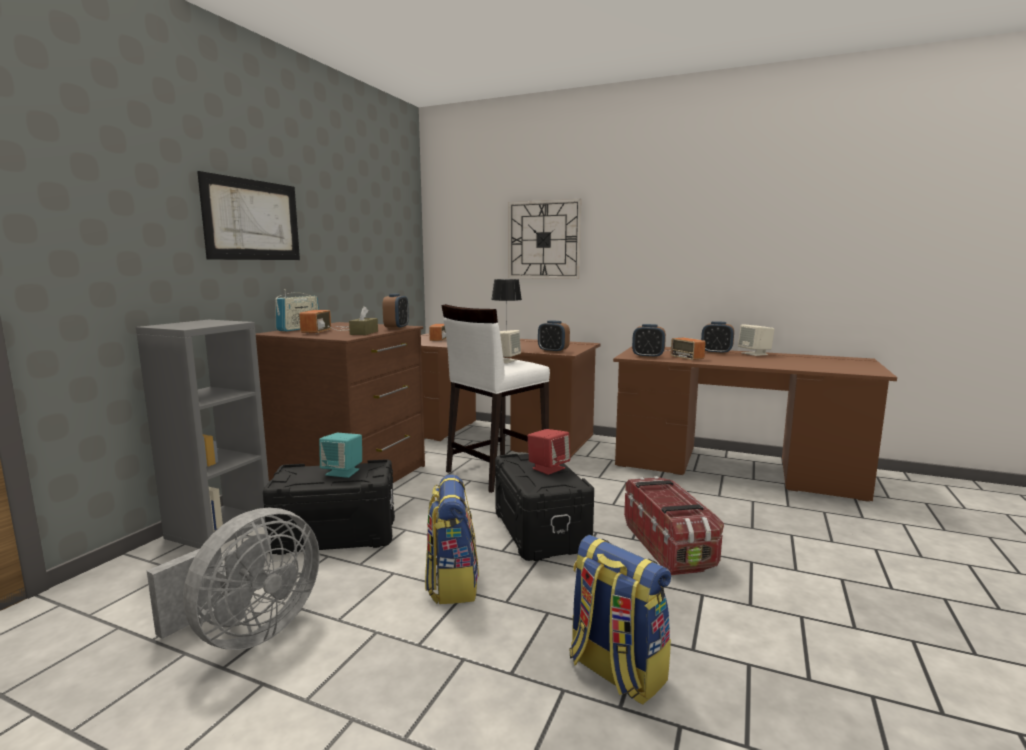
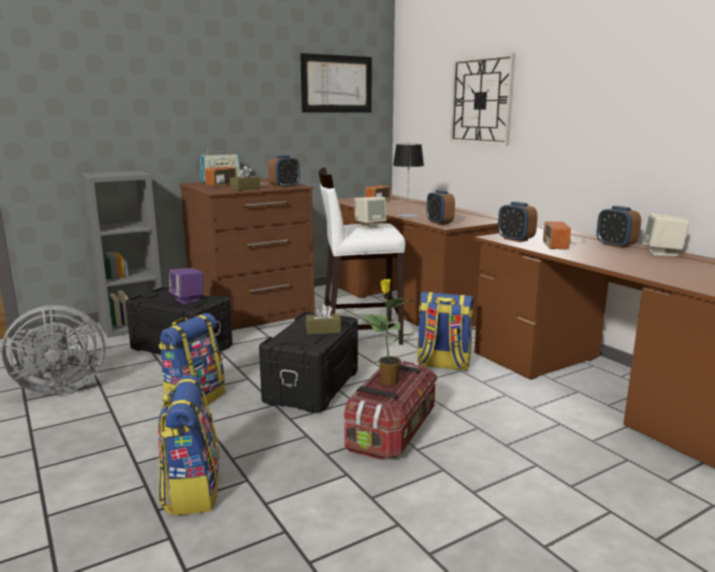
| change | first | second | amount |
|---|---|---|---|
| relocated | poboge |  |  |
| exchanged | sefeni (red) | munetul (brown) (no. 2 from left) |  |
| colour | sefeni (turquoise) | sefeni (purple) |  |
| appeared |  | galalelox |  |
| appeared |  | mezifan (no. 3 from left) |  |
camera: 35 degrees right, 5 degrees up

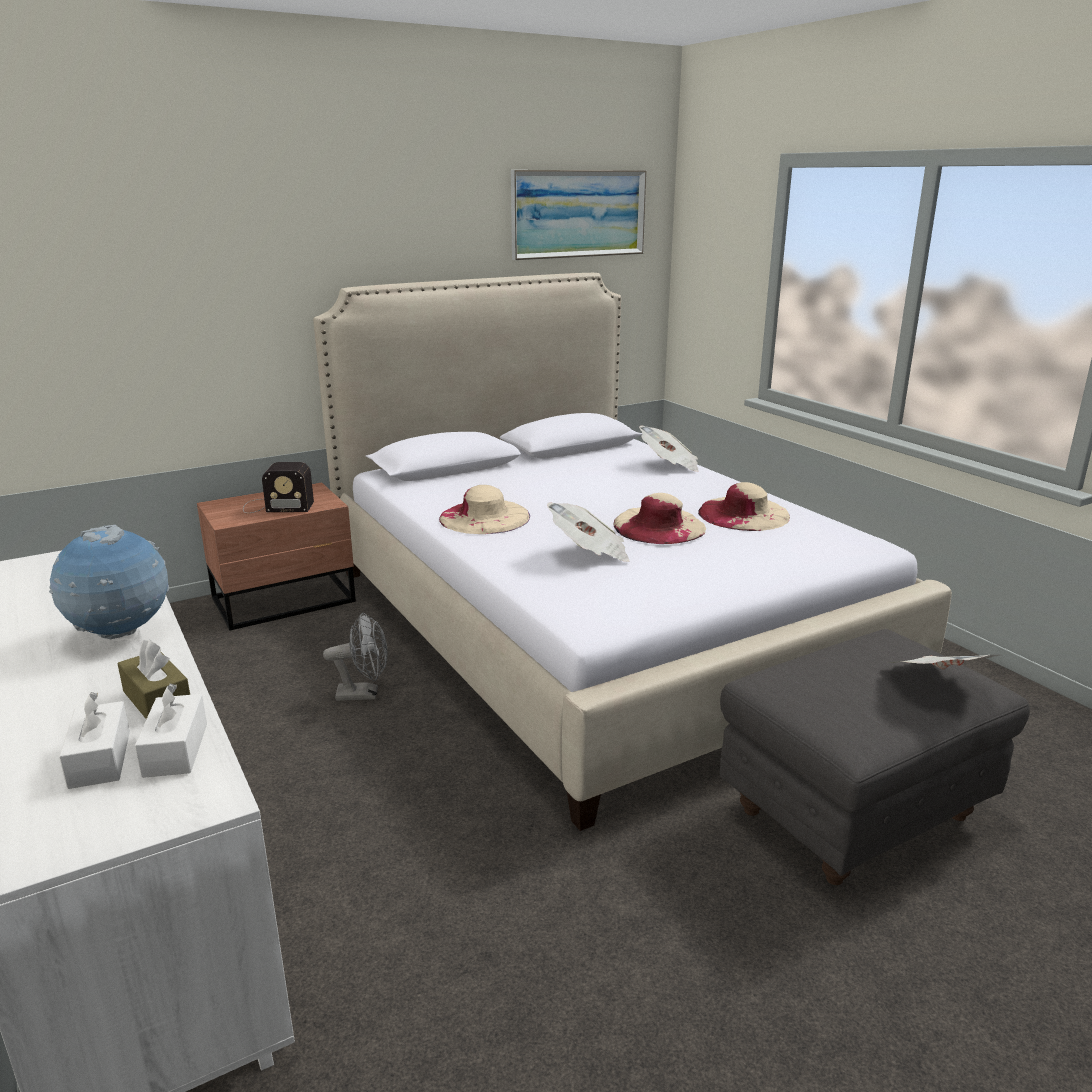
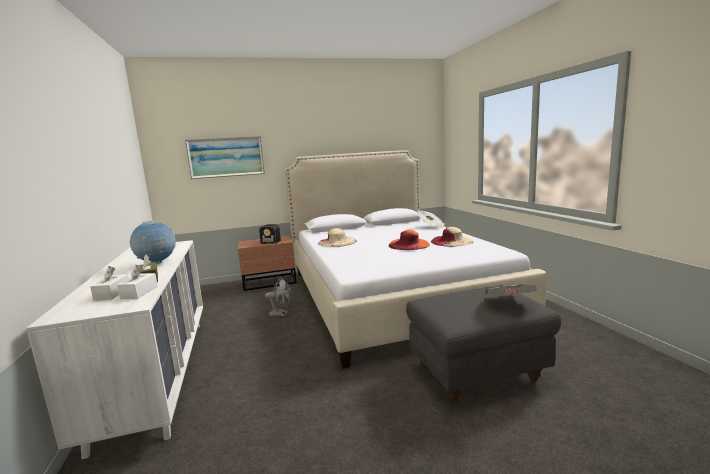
| change | first | second | amount |
|---|---|---|---|
| relocated | poboge |  |  |
| colour | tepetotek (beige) (no. 2 from left) | tepetotek (orange) |  |
| missing | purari (no. 1 from left) |  |  |
camera: 15 degrees right, 10 degrees down

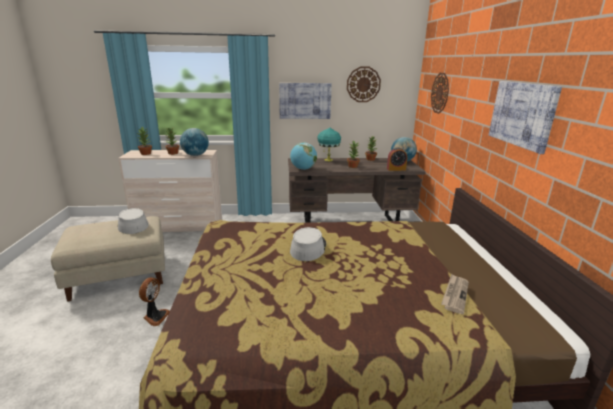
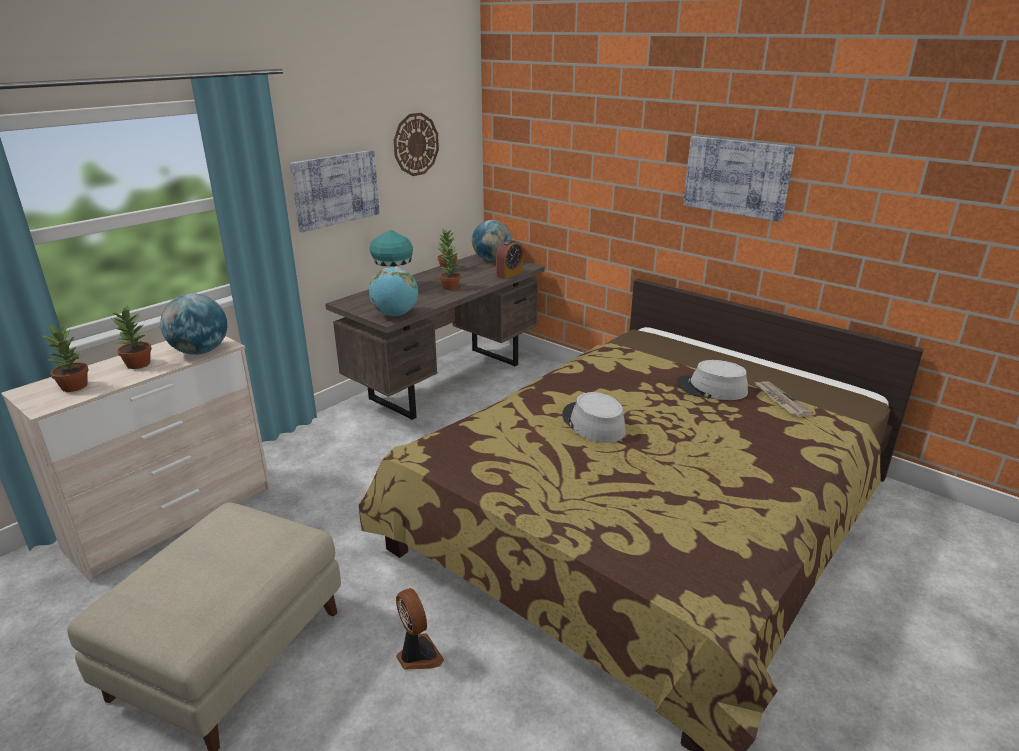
| change | first | second | amount |
|---|---|---|---|
| missing | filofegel (no. 2 from left) |  |  |
| relocated | tepetotek (grey) (no. 1 from left in the first image) | tepetotek (grey) (no. 2 from left) |  |
camera: 45 degrees left, 5 degrees up

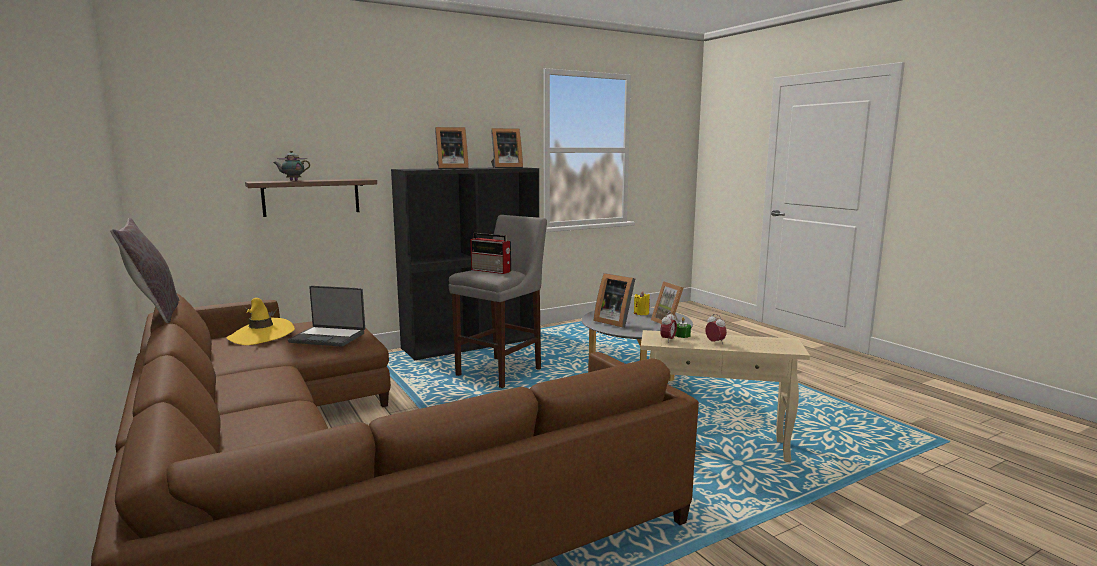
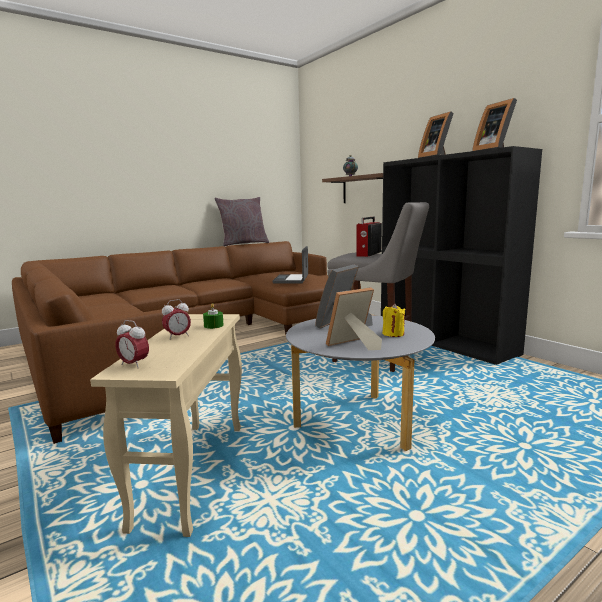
| change | first | second | amount |
|---|---|---|---|
| missing | tepetotek (yellow) |  |  |
| relocated | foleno (no. 1 from left) |  |  |
camera: 85 degrees right, 0 degrees up

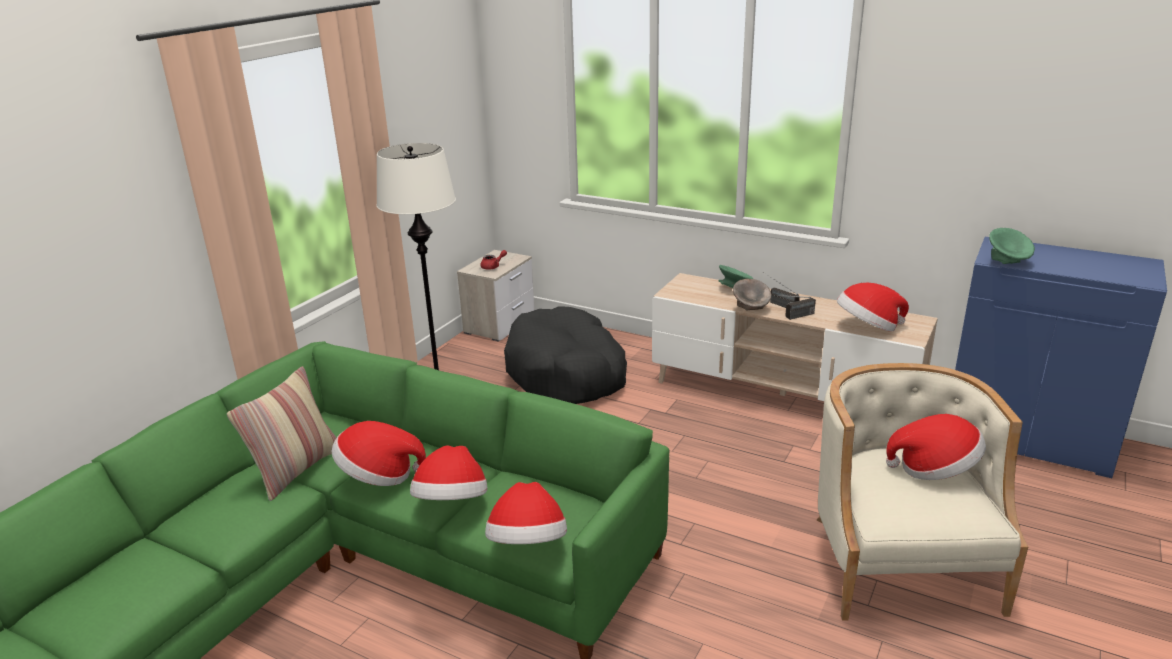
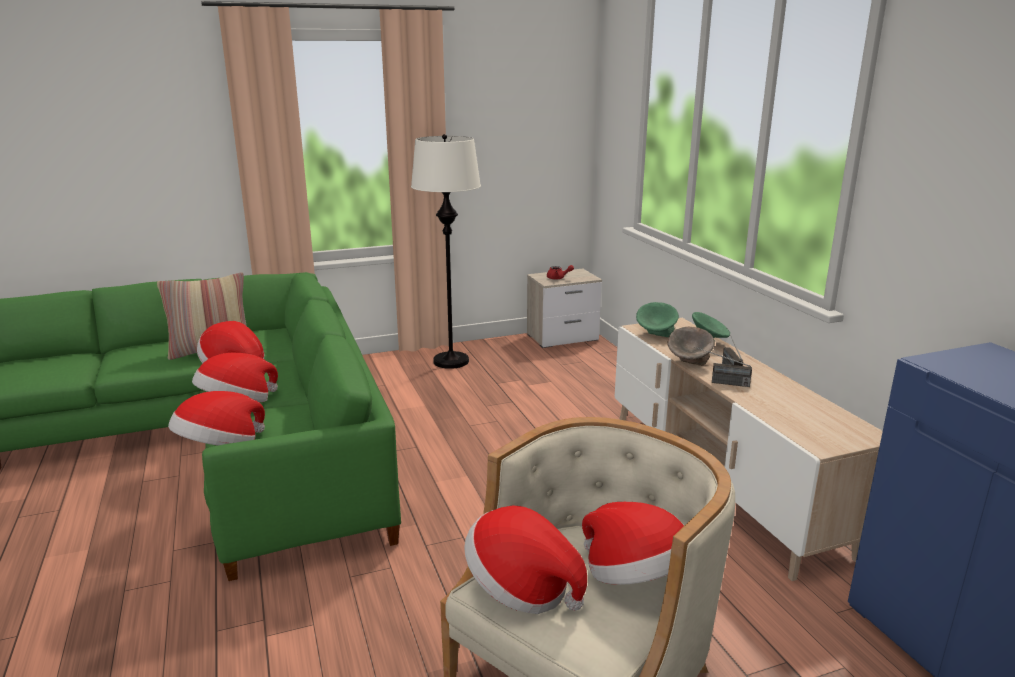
| change | first | second | amount |
|---|---|---|---|
| relocated | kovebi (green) (no. 2 from left in the first image) | kovebi (green) (no. 1 from left) |  |
| relocated | tepetotek (no. 4 from left) |  |  |
| missing | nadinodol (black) |  |  |
camera: 40 degrees right, 5 degrees down

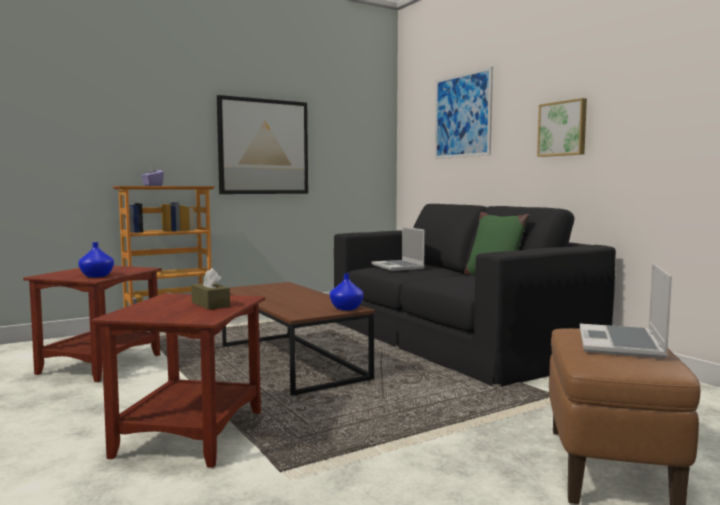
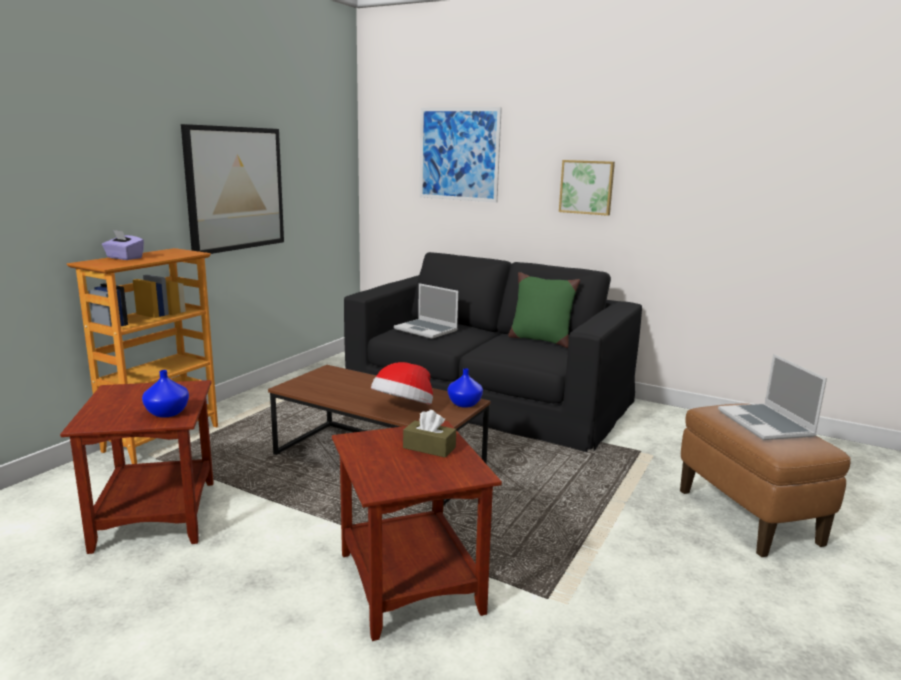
| change | first | second | amount |
|---|---|---|---|
| appeared |  | tepetotek |  |
camera: 30 degrees left, 10 degrees up

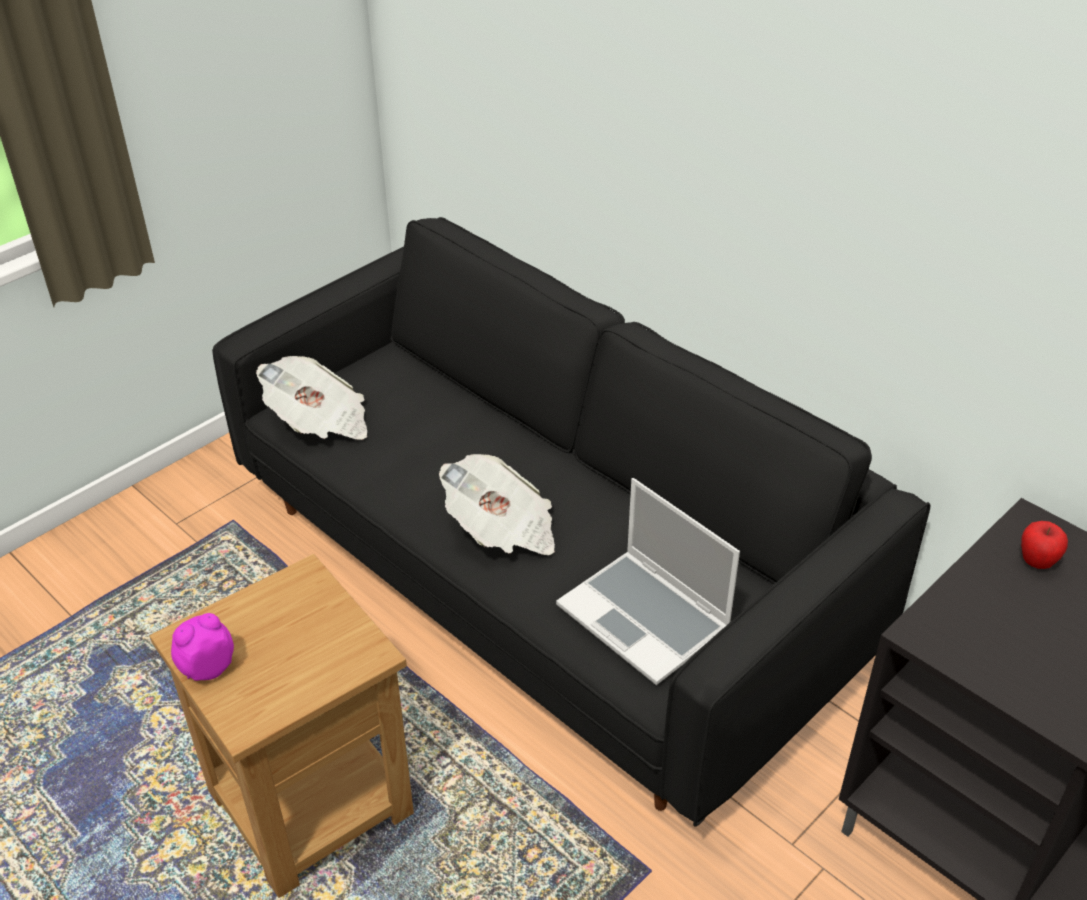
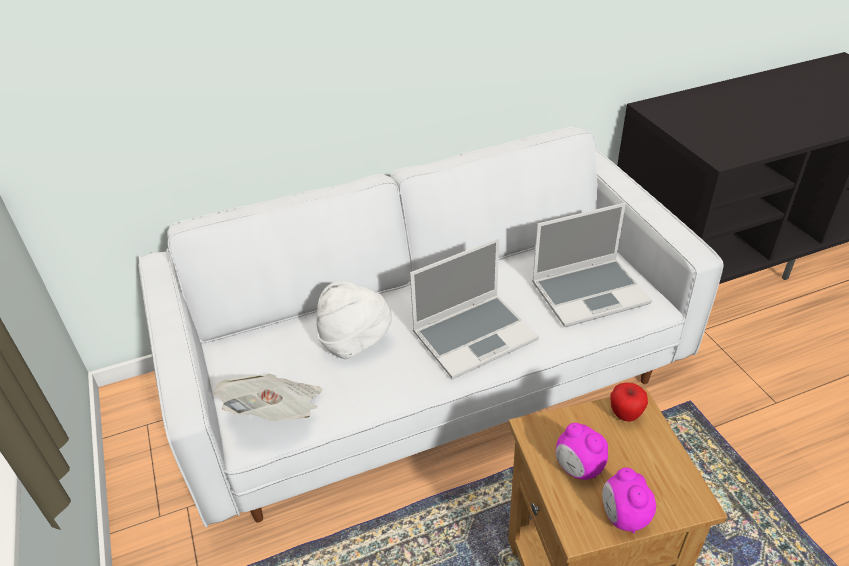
| change | first | second | amount |
|---|---|---|---|
| colour | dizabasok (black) | dizabasok (white) |  |
| exchanged | purari (no. 2 from left) | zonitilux (no. 1 from left) |  |
| relocated | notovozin |  |  |
| appeared |  | tepetotek (white) |  |
| appeared |  | foleno (no. 1 from left) |  |
camera: 65 degrees left, 0 degrees up

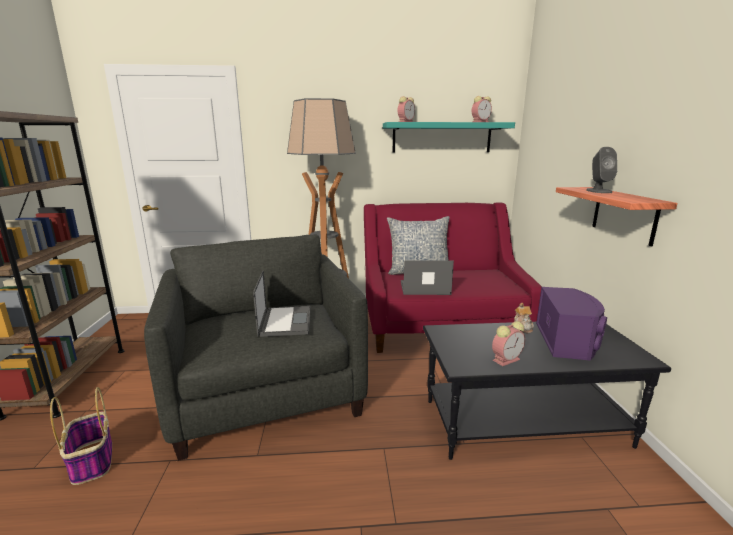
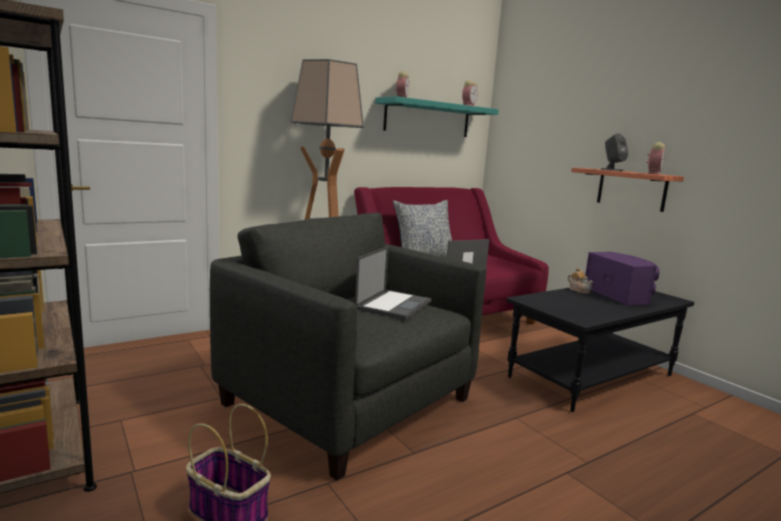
| change | first | second | amount |
|---|---|---|---|
| spun | zonitilux (no. 1 from left) |  | 60 degrees clockwise |
| relocated | foleno (no. 3 from left) |  |  |
camera: 30 degrees left, 5 degrees down

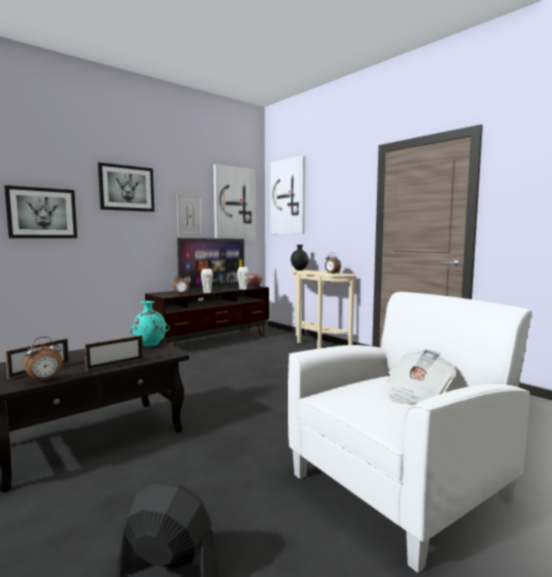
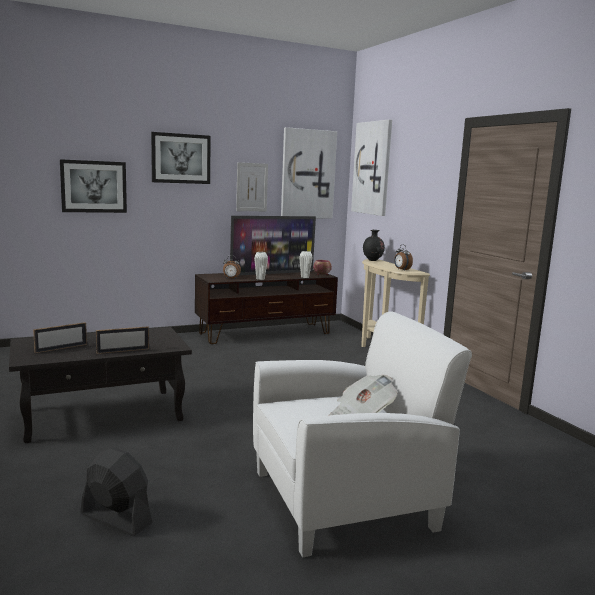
| change | first | second | amount |
|---|---|---|---|
| missing | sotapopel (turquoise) |  |  |
| missing | foleno (no. 1 from left) |  |  |
camera: 15 degrees right, 5 degrees up

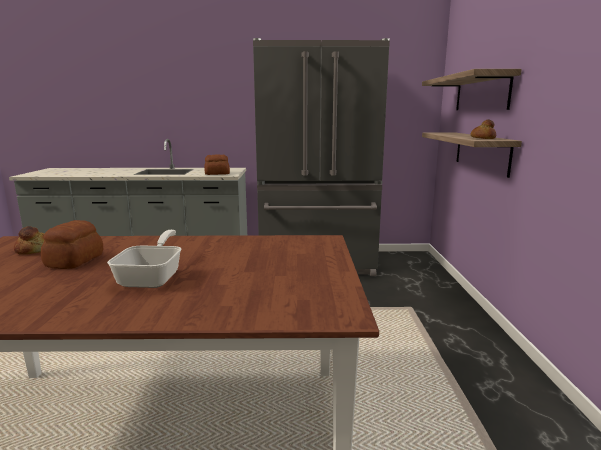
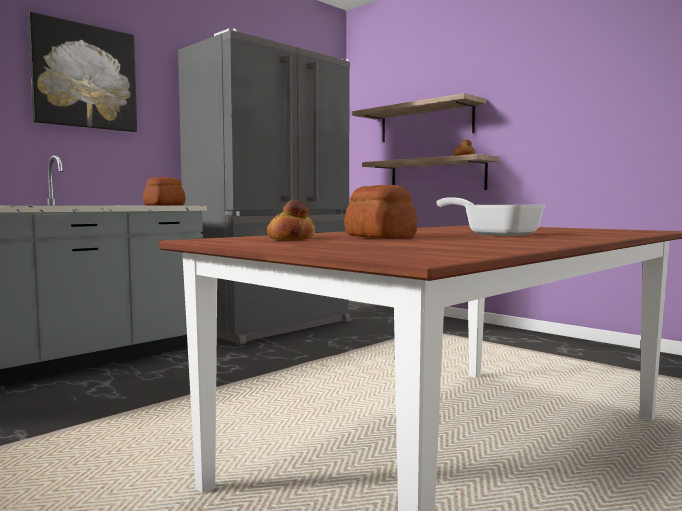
| change | first | second | amount |
|---|---|---|---|
| appeared |  | poboge |  |
camera: 45 degrees left, 10 degrees down

